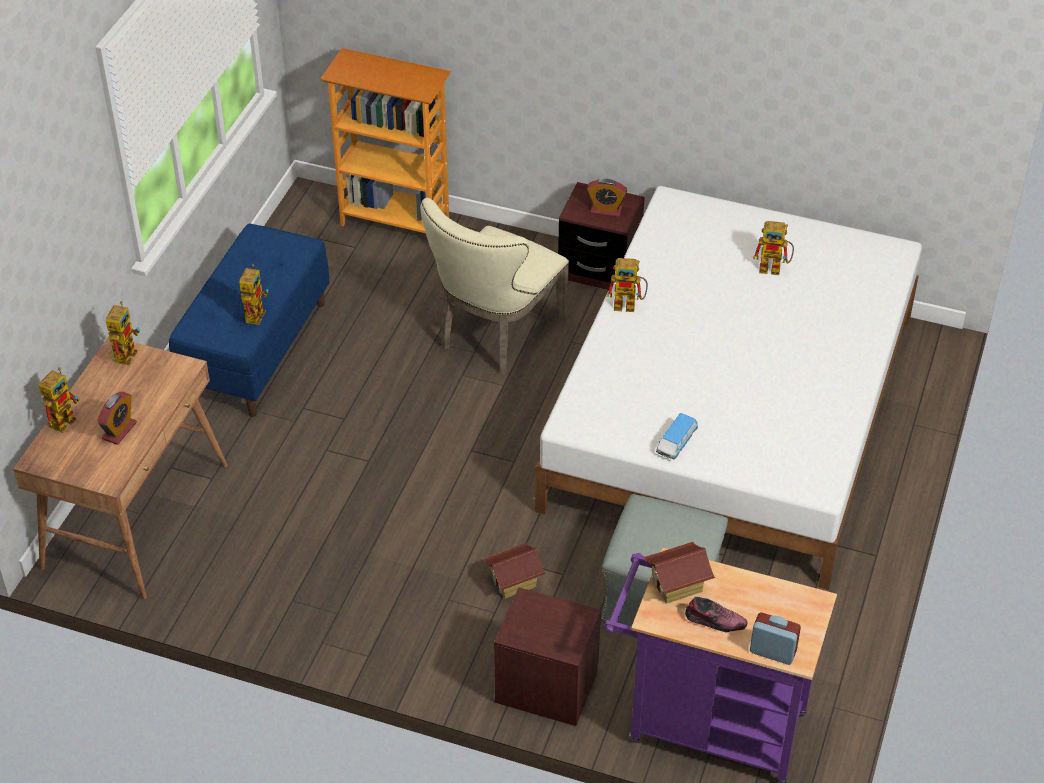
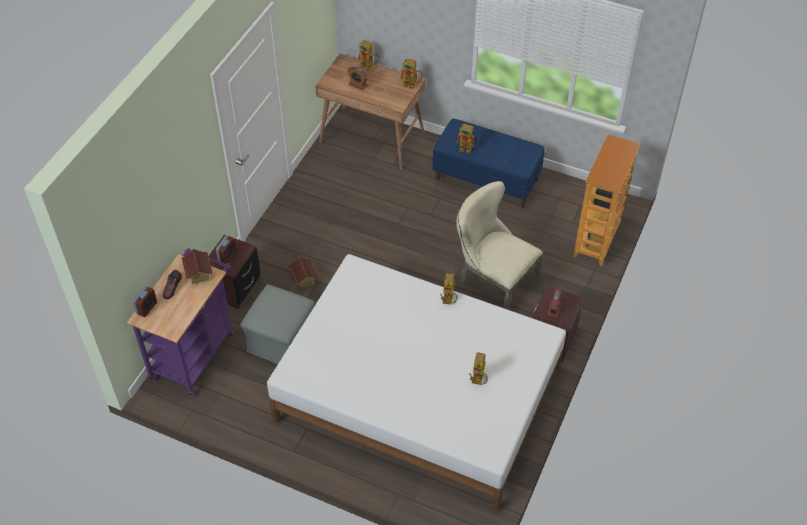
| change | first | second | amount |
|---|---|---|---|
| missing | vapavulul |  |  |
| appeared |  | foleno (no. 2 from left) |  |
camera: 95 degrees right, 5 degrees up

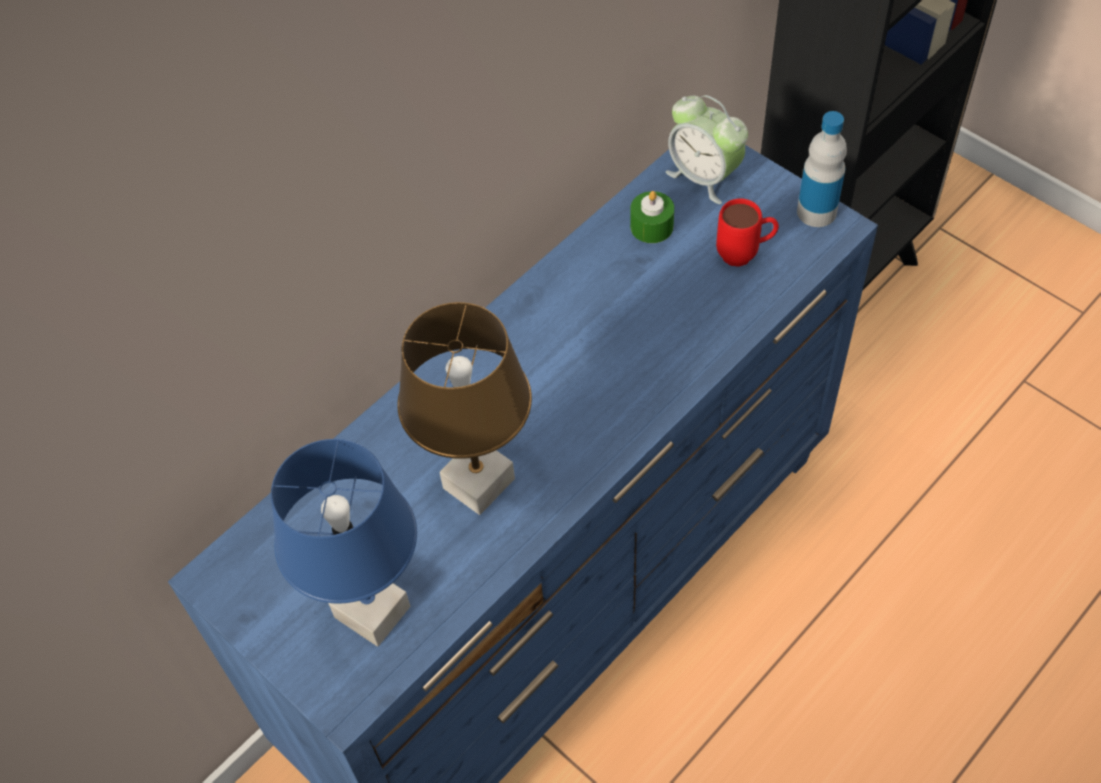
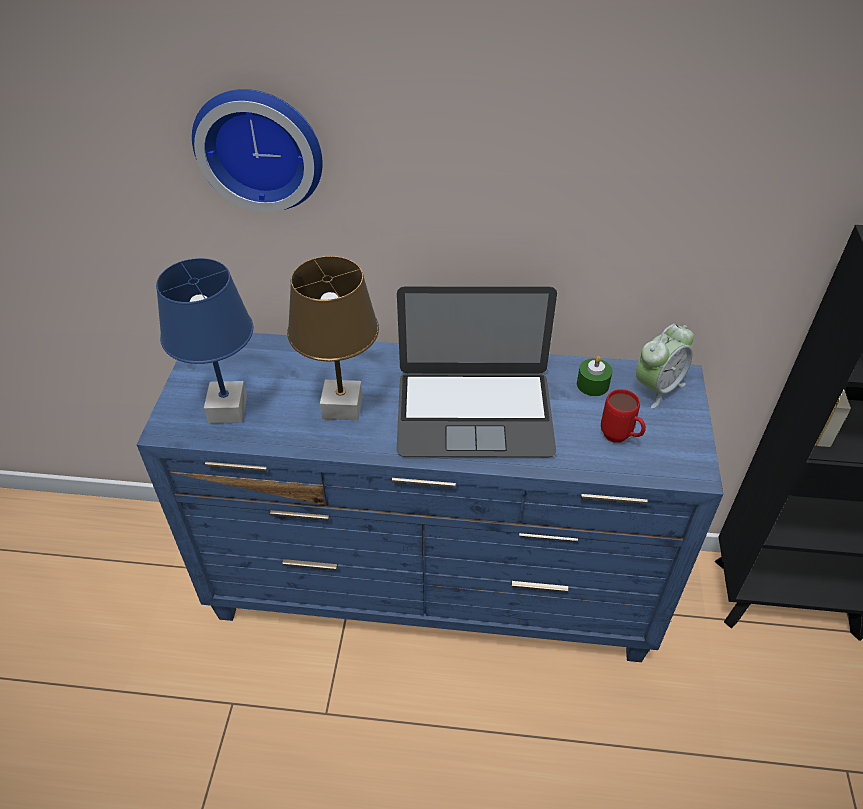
| change | first | second | amount |
|---|---|---|---|
| spun | foleno |  | 135 degrees counterclockwise |
| missing | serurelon |  |  |
| appeared |  | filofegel |  |
| appeared |  | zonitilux |  |
camera: 50 degrees right, 10 degrees down

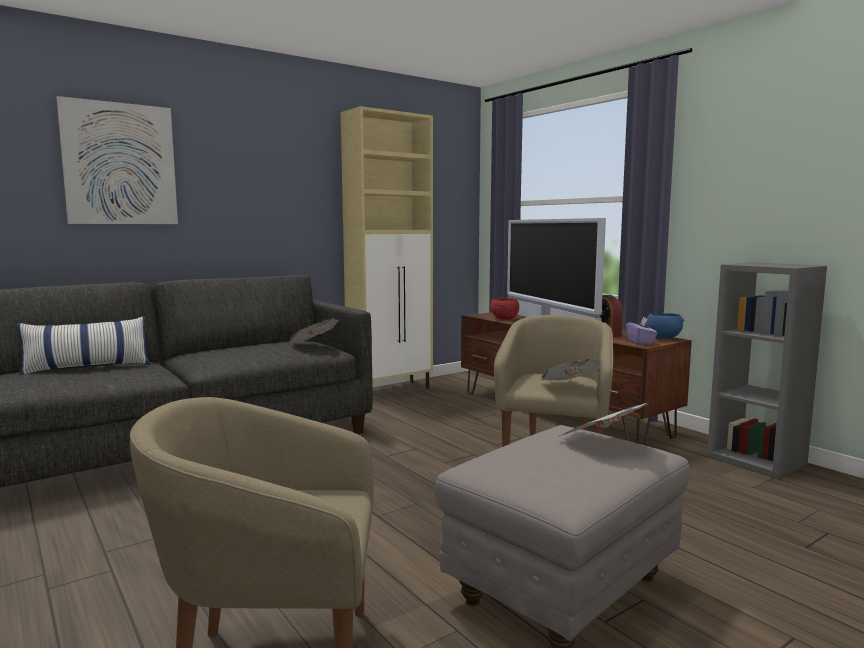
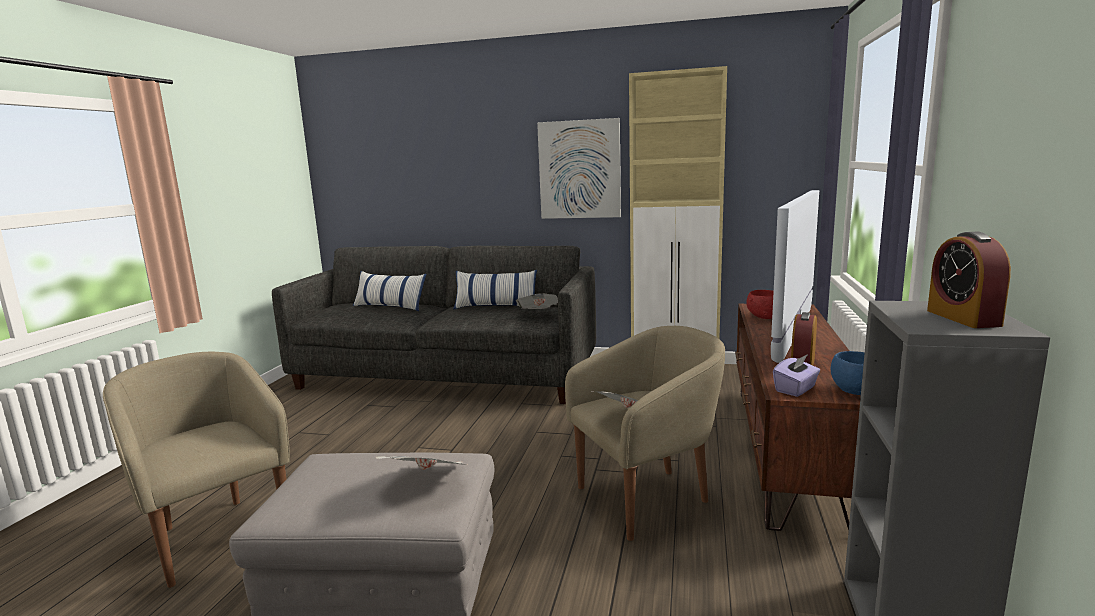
| change | first | second | amount |
|---|---|---|---|
| relocated | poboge |  |  |
| appeared |  | foleno (no. 2 from left) |  |
| appeared |  | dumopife (no. 2 from left) |  |
camera: 50 degrees right, 5 degrees up

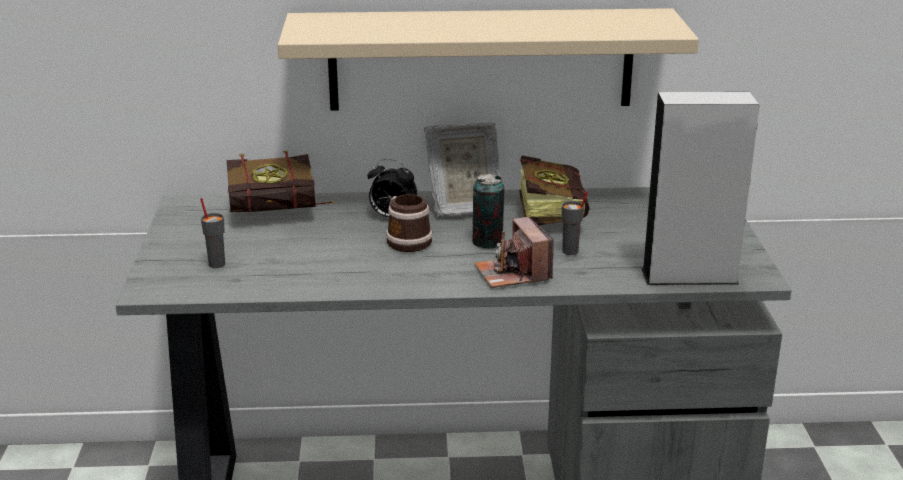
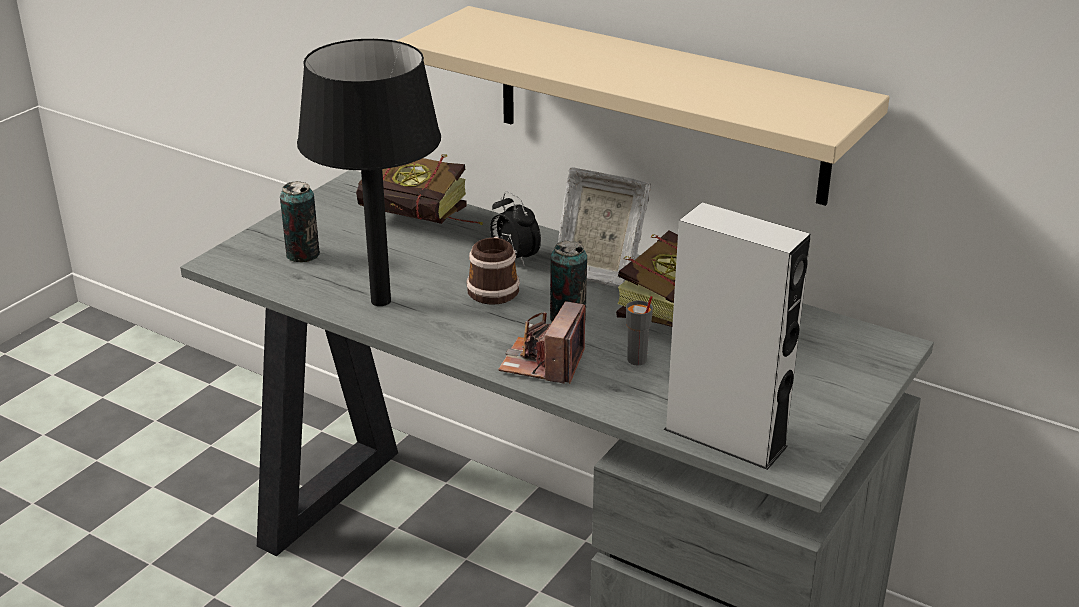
| change | first | second | amount |
|---|---|---|---|
| exchanged | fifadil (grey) (no. 1 from left) | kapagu (no. 1 from left) |  |
| appeared |  | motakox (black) |  |
camera: 35 degrees right, 5 degrees up

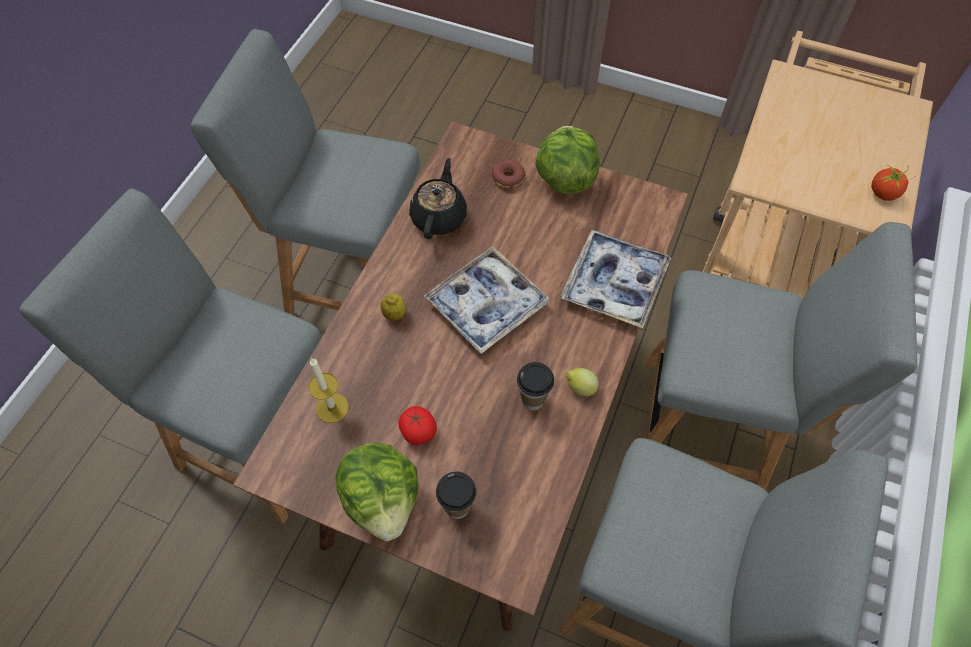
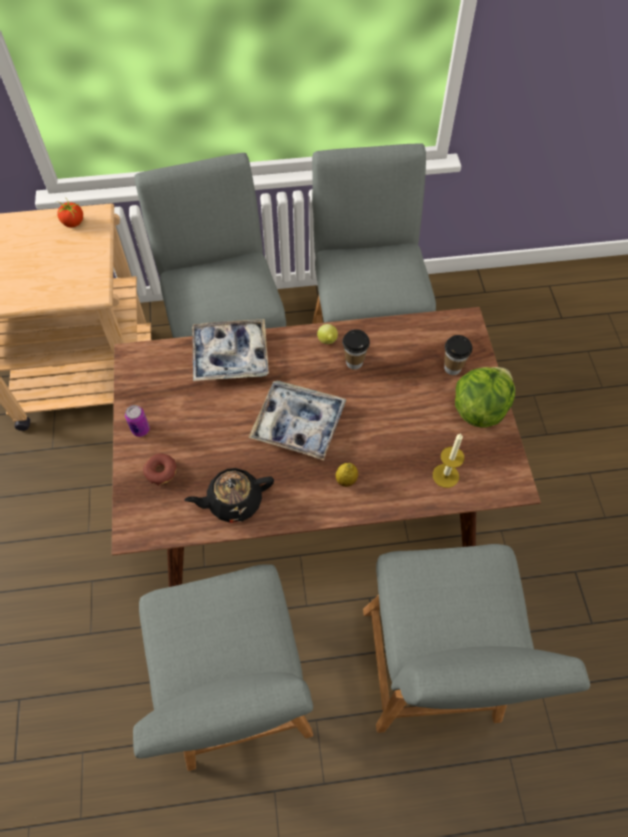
| change | first | second | amount |
|---|---|---|---|
| exchanged | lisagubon (no. 2 from left) | kapagu |  |
| missing | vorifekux (no. 1 from left) |  |  |
camera: 120 degrees left, 0 degrees up

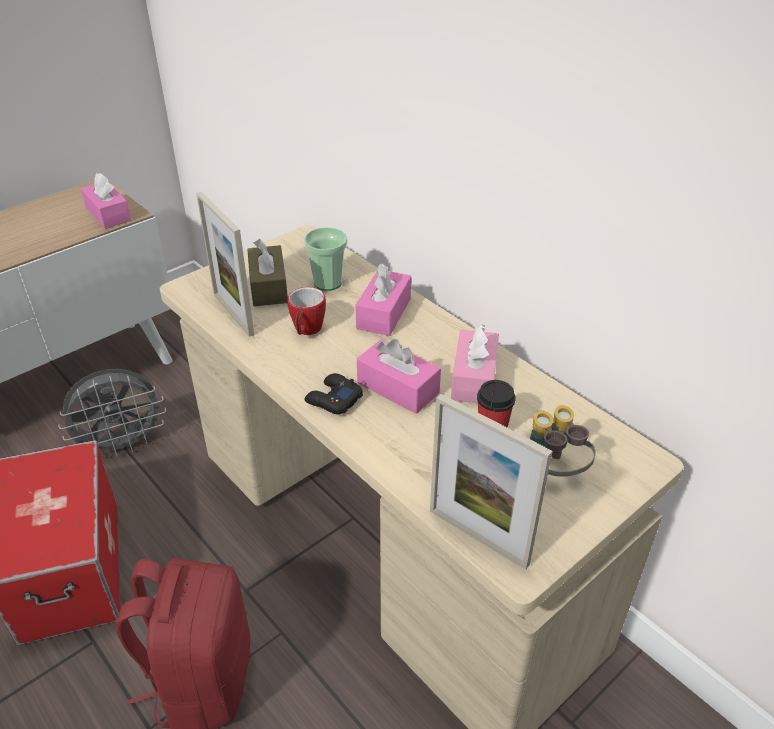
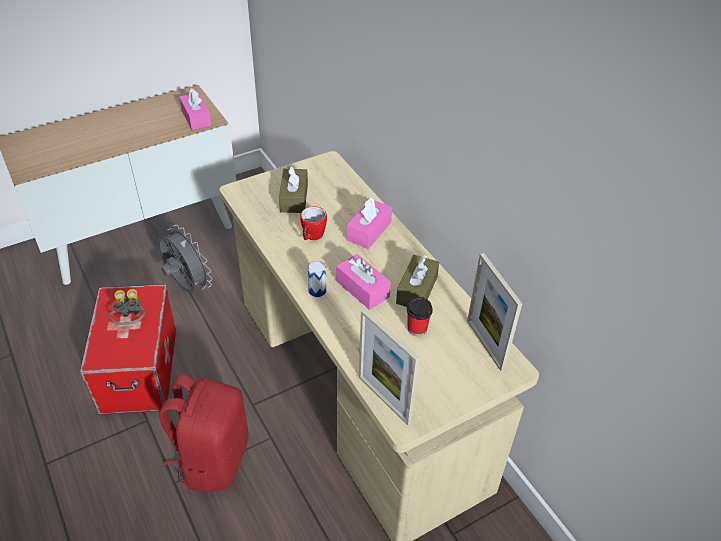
| change | first | second | amount |
|---|---|---|---|
| relocated | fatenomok (no. 1 from left in the first image) | fatenomok (no. 2 from left) |  |
| missing | fifadil (no. 1 from left) |  |  |
| colour | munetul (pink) (no. 4 from left) | munetul (brown) (no. 2 from left) |  |
| spun | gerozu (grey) |  | 120 degrees counterclockwise |
| exchanged | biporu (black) | kapagu |  |
| relocated | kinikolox |  |  |
camera: 10 degrees right, 5 degrees up

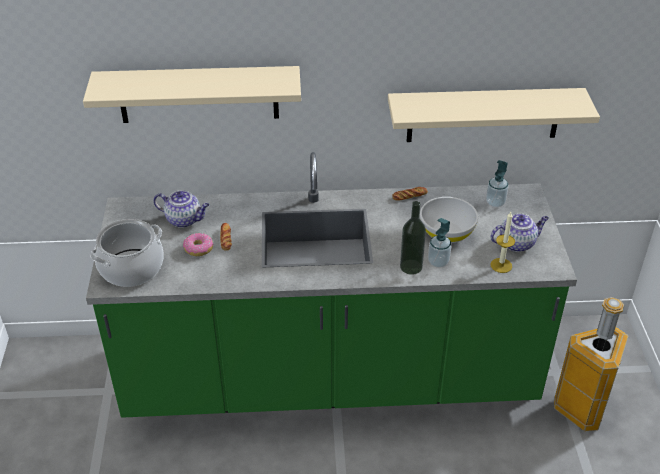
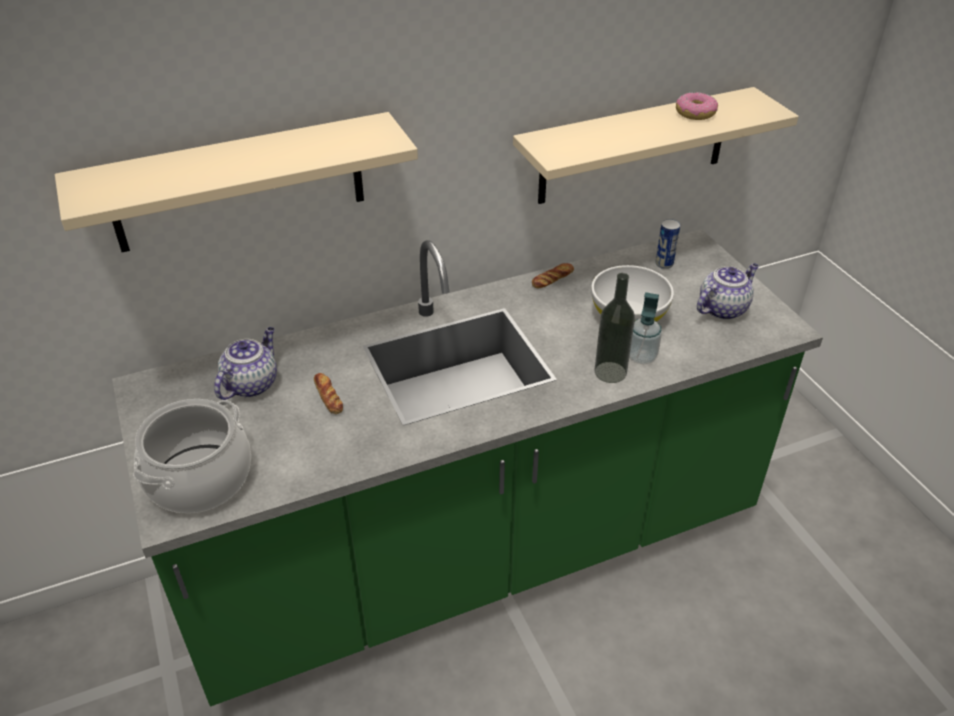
| change | first | second | amount |
|---|---|---|---|
| exchanged | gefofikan (no. 2 from left) | kapagu |  |
| spun | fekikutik (no. 1 from left) |  | 60 degrees counterclockwise |
| missing | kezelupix |  |  |
| relocated | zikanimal |  |  |
| missing | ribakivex |  |  |
camera: 20 degrees left, 0 degrees up

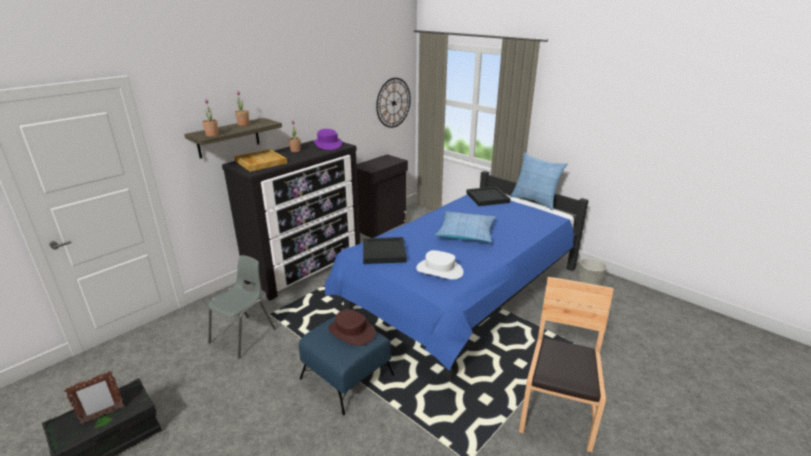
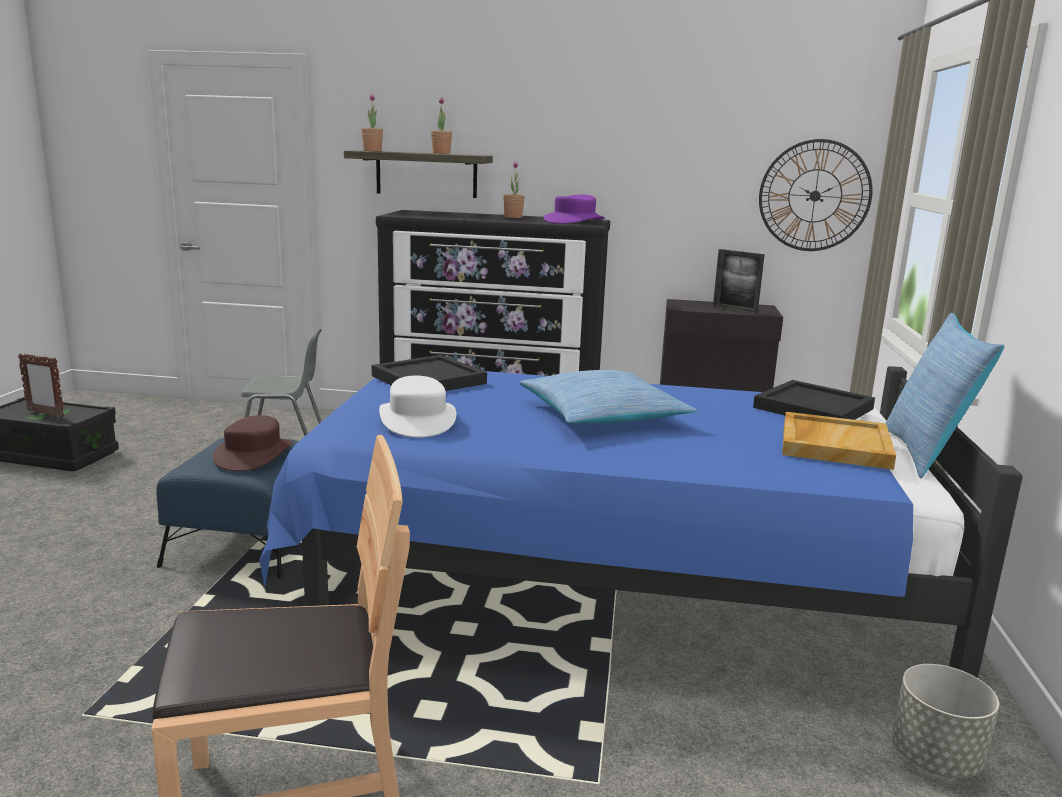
| change | first | second | amount |
|---|---|---|---|
| relocated | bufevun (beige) |  |  |
| appeared |  | fatenomok (no. 2 from left) |  |
camera: 55 degrees right, 10 degrees down

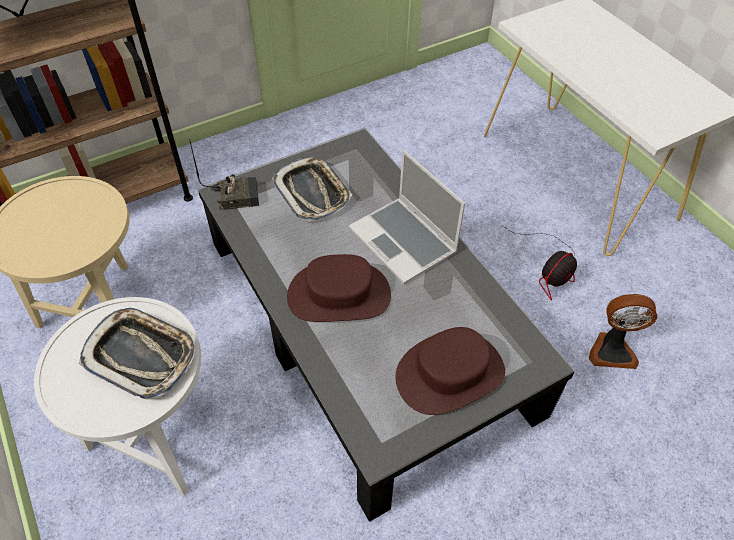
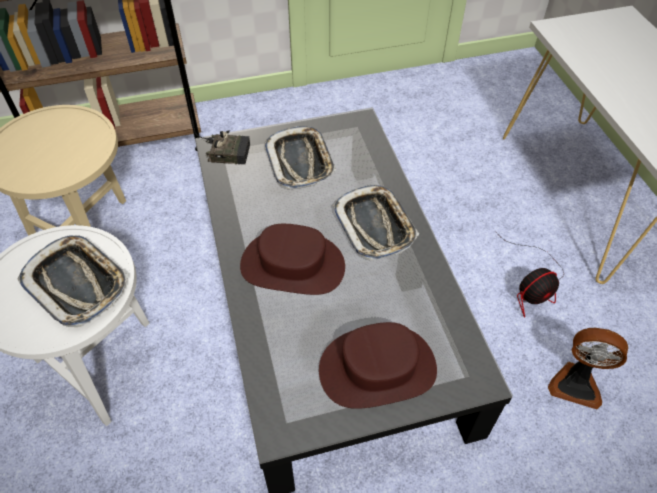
| change | first | second | amount |
|---|---|---|---|
| exchanged | zonitilux | bufevun (no. 3 from left) |  |
camera: 15 degrees right, 0 degrees up

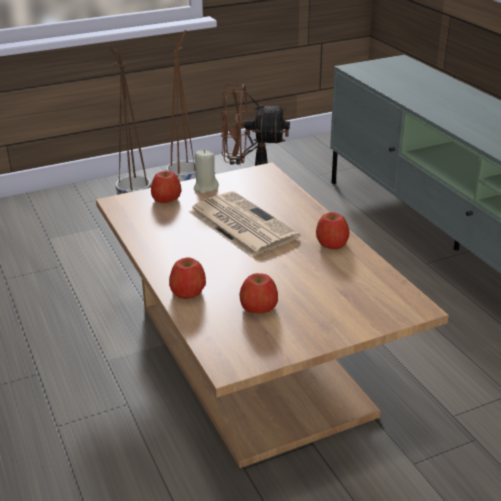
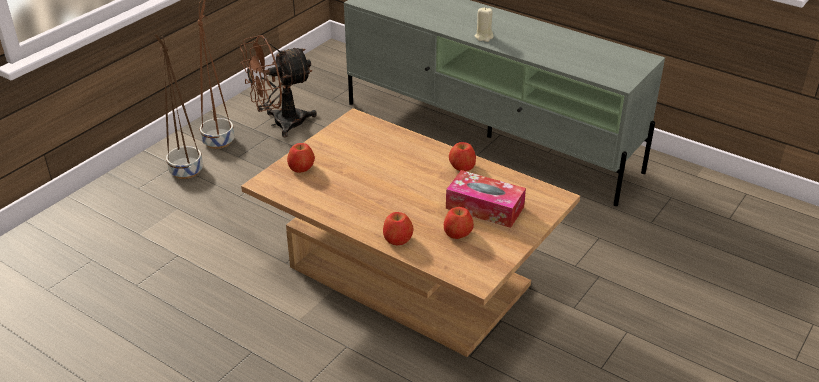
| change | first | second | amount |
|---|---|---|---|
| relocated | kezelupix (beige) |  |  |
| missing | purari |  |  |
| appeared |  | munetul |  |
camera: 30 degrees left, 5 degrees up

